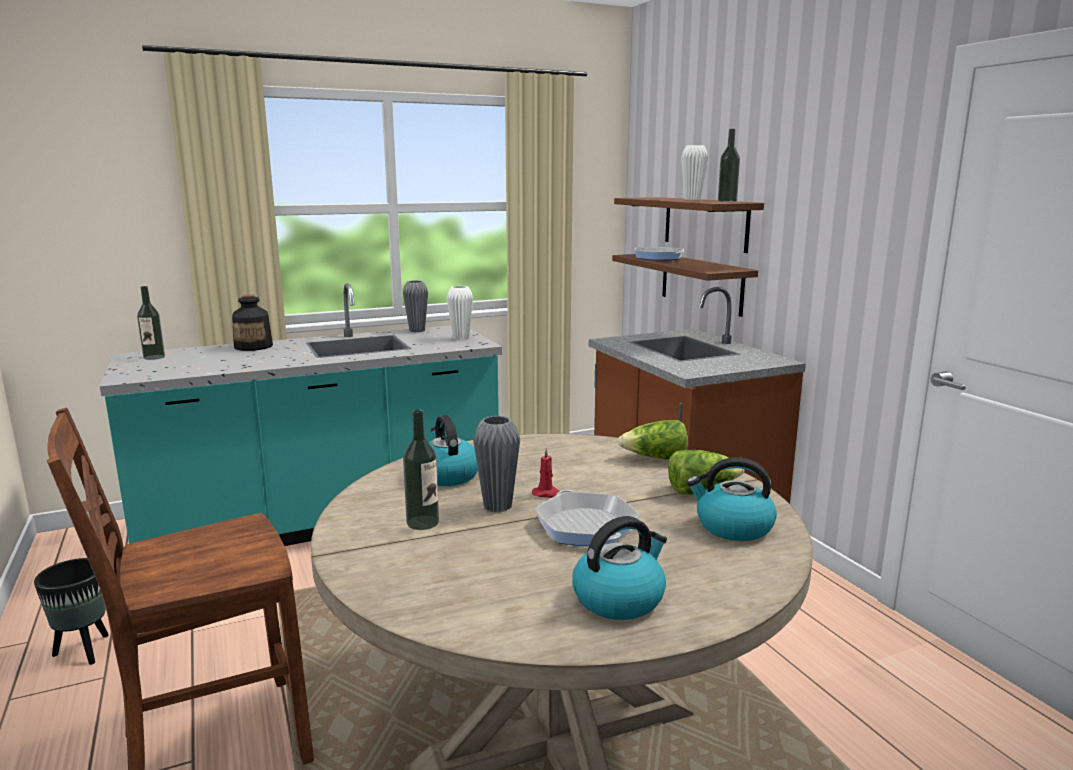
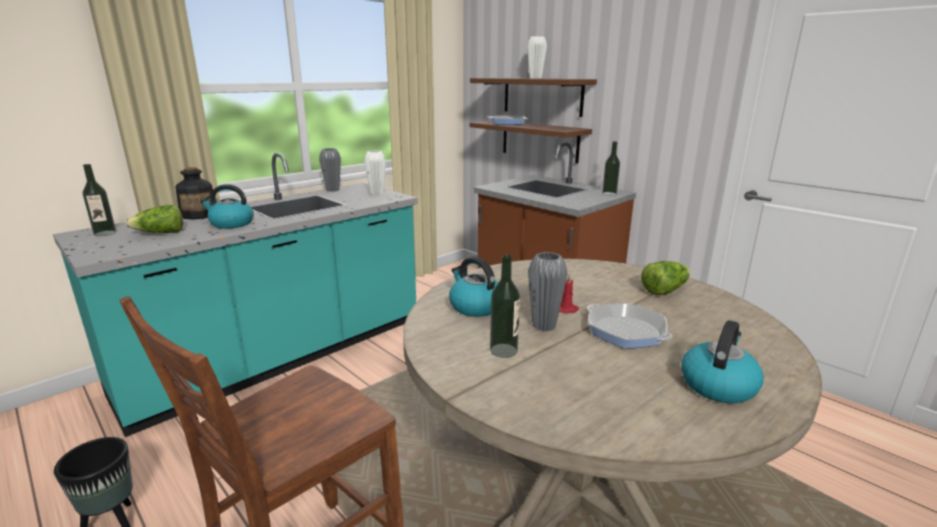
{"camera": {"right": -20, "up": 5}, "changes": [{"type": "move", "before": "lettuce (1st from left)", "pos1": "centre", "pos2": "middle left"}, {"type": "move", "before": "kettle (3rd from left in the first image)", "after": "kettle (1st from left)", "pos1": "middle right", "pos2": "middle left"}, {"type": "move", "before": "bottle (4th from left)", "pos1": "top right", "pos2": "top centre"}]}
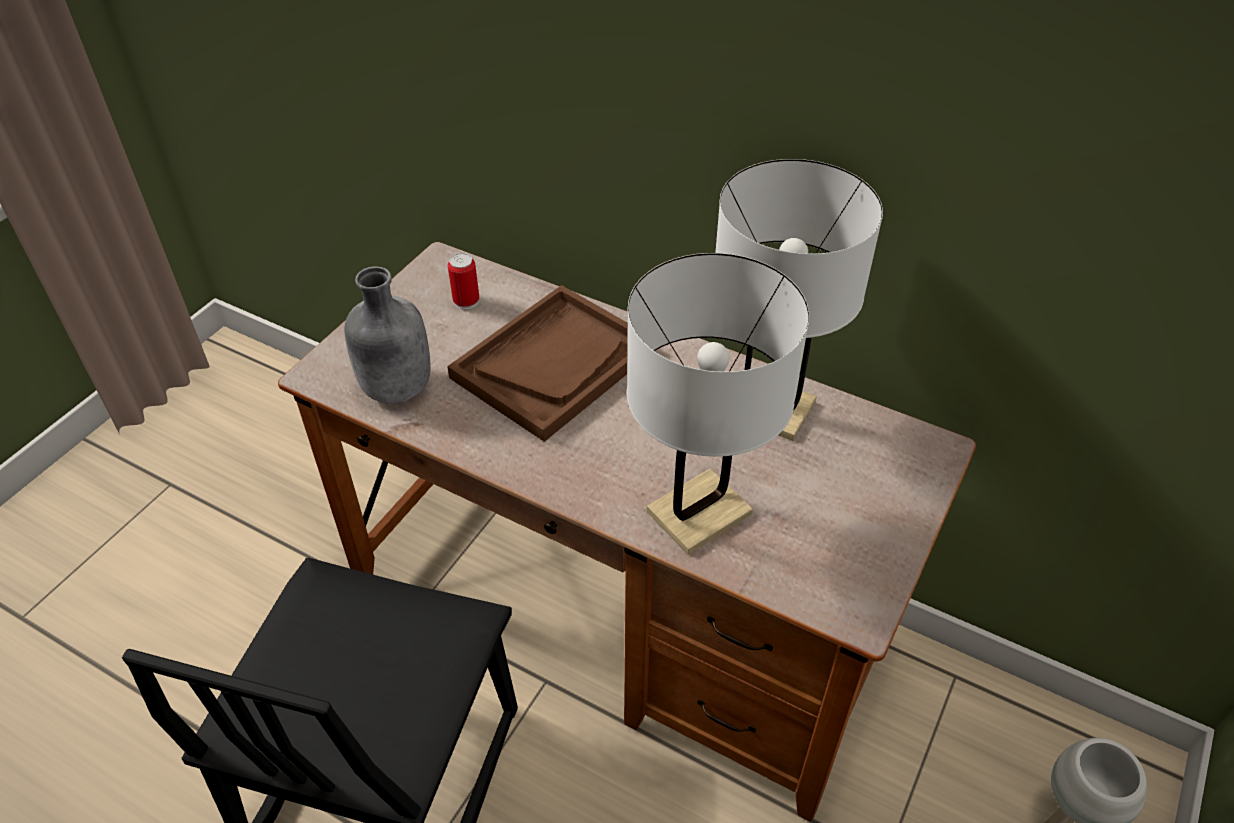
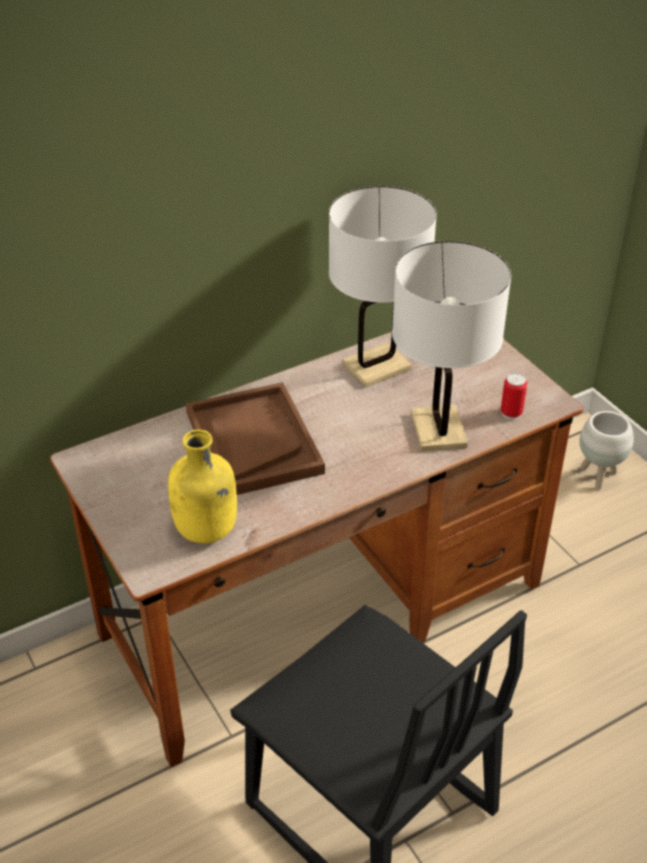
{"camera": {"right": -60, "up": -5}, "changes": [{"type": "move", "before": "can", "pos1": "centre", "pos2": "middle right"}, {"type": "recolor", "before": "grey bottle", "after": "yellow bottle", "pos1": "middle left", "pos2": "middle left"}]}
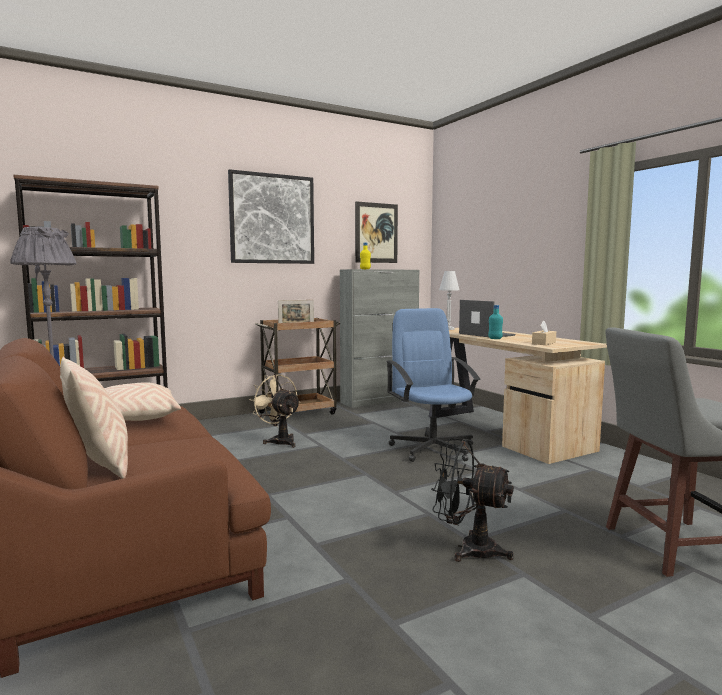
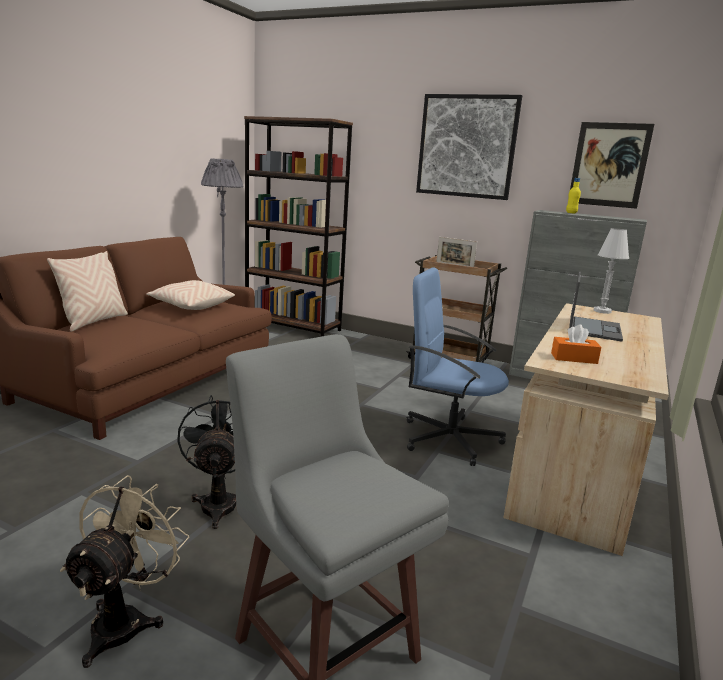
{"camera": {"right": 55, "up": 10}, "changes": [{"type": "delete", "before": "turquoise bottle", "pos1": "middle right"}, {"type": "move", "before": "beige fan", "pos1": "centre", "pos2": "bottom left"}, {"type": "recolor", "before": "beige tissue box", "after": "orange tissue box", "pos1": "middle right", "pos2": "middle right"}, {"type": "rotate", "before": "blue office chair", "pos1": "centre", "pos2": "centre", "turn": -105}]}
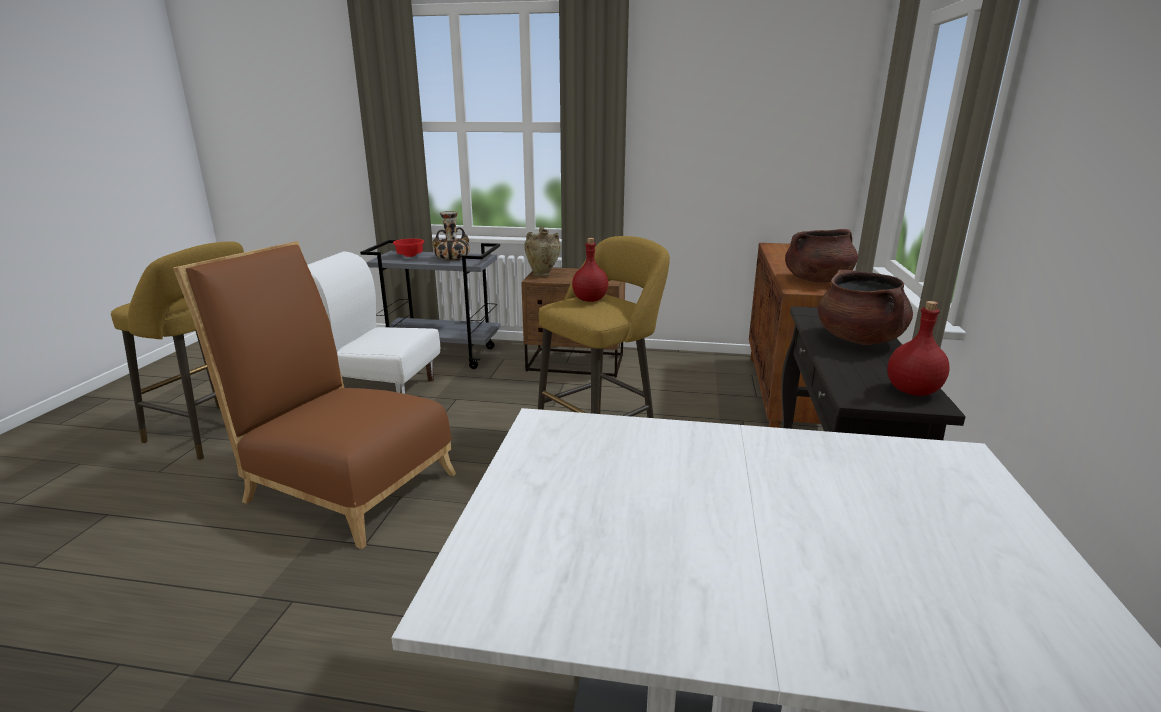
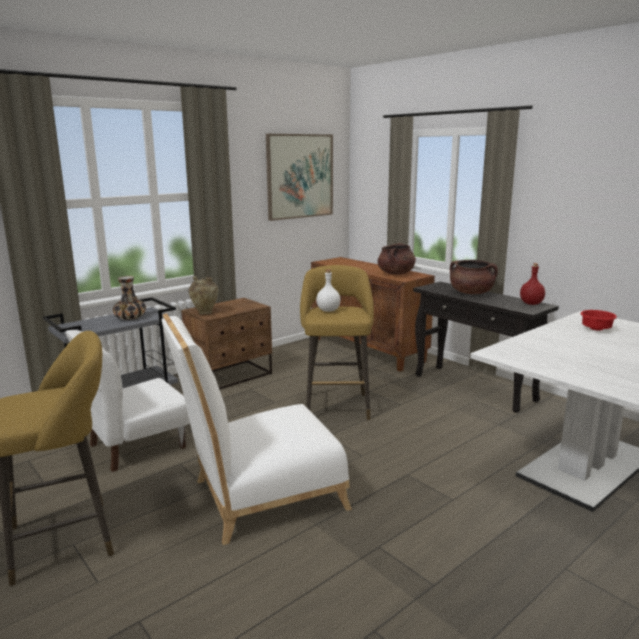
{"camera": {"right": -50, "up": -5}, "changes": [{"type": "insert", "after": "picture", "pos2": "top centre"}, {"type": "move", "before": "red bowl", "pos1": "centre", "pos2": "middle right"}, {"type": "recolor", "before": "brown chair", "after": "white chair (2nd from left)", "pos1": "middle left", "pos2": "bottom centre"}, {"type": "recolor", "before": "red bottle (1st from left)", "after": "white bottle", "pos1": "centre", "pos2": "centre"}]}
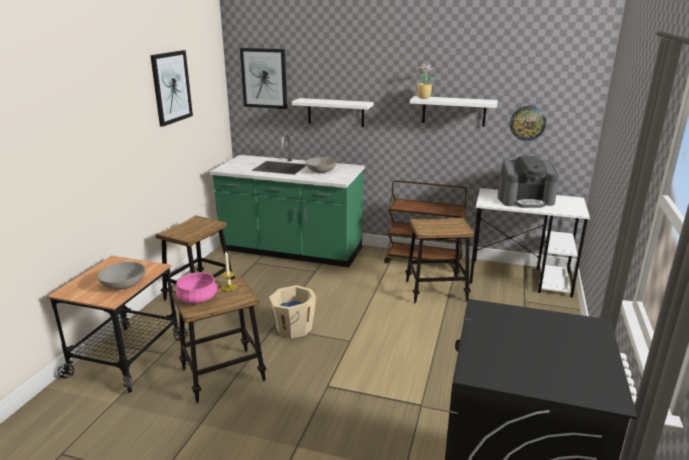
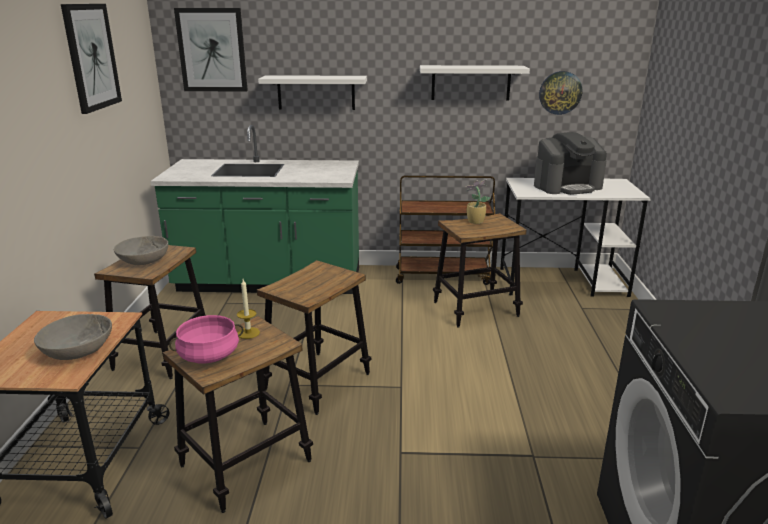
{"camera": {"right": -15, "up": 0}, "changes": [{"type": "move", "before": "grey bowl (2nd from left)", "pos1": "centre", "pos2": "middle left"}, {"type": "move", "before": "potted plant", "pos1": "top centre", "pos2": "centre"}, {"type": "replace", "before": "beige bucket", "after": "stool (3rd from left)", "pos1": "bottom centre", "pos2": "centre"}]}
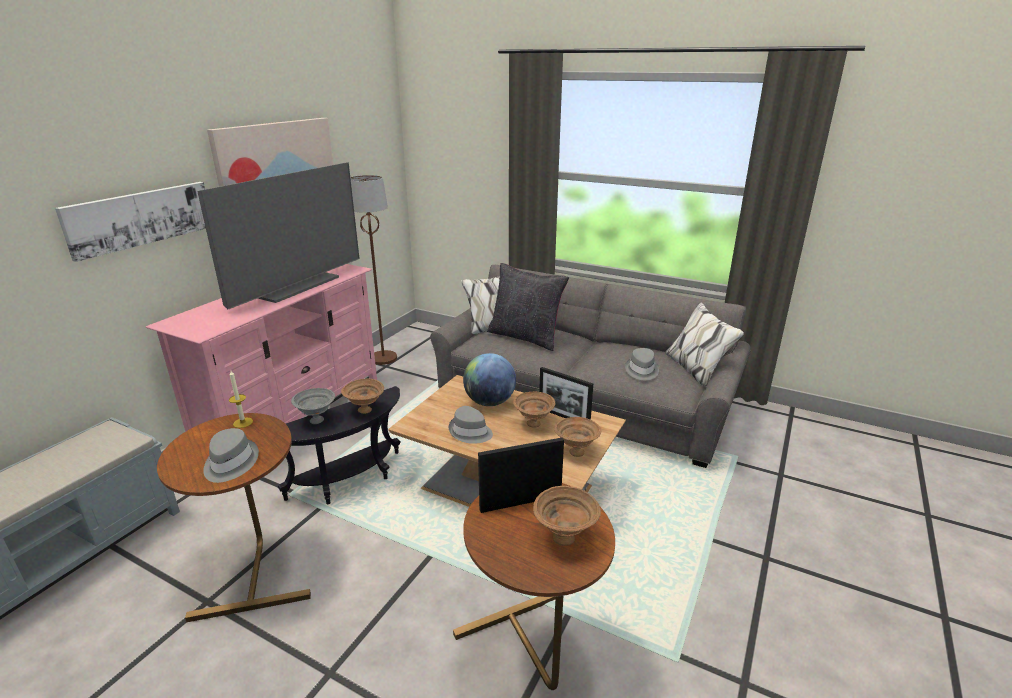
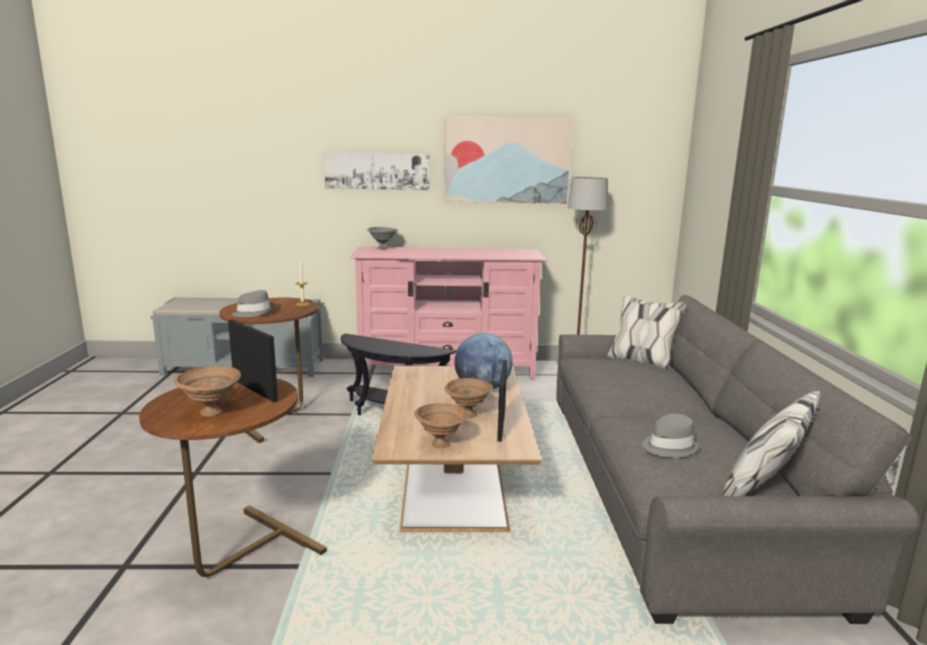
{"camera": {"right": 60, "up": -10}, "changes": [{"type": "delete", "before": "television", "pos1": "middle left"}, {"type": "delete", "before": "brown bowl (1st from left)", "pos1": "centre"}, {"type": "delete", "before": "grey hat (2nd from left)", "pos1": "centre"}, {"type": "delete", "before": "black pillow", "pos1": "centre"}, {"type": "move", "before": "grey bowl", "pos1": "middle left", "pos2": "centre"}]}
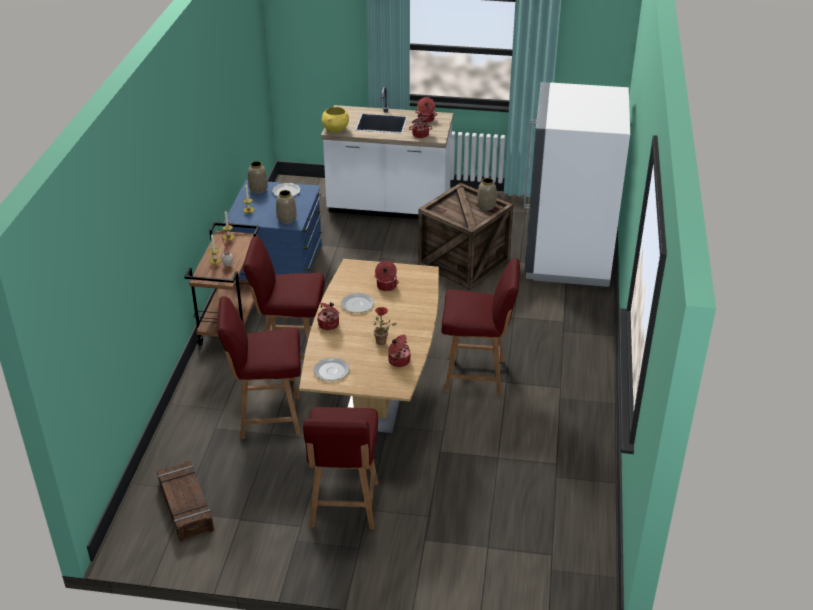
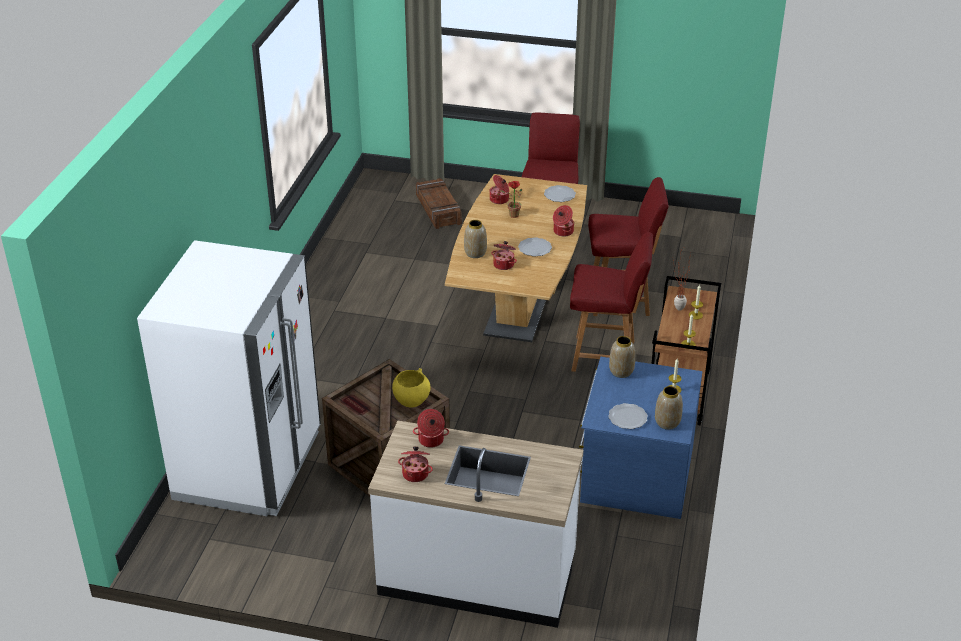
{"camera": {"right": -175, "up": 0}, "changes": [{"type": "delete", "before": "red chair (4th from left)", "pos1": "centre"}, {"type": "move", "before": "crate (1st from left in the first image)", "after": "crate (2nd from left)", "pos1": "bottom left", "pos2": "top centre"}, {"type": "move", "before": "yellow bowl", "pos1": "top centre", "pos2": "centre"}, {"type": "move", "before": "vase (3rd from left in the first image)", "after": "vase (1st from left)", "pos1": "top centre", "pos2": "centre"}]}
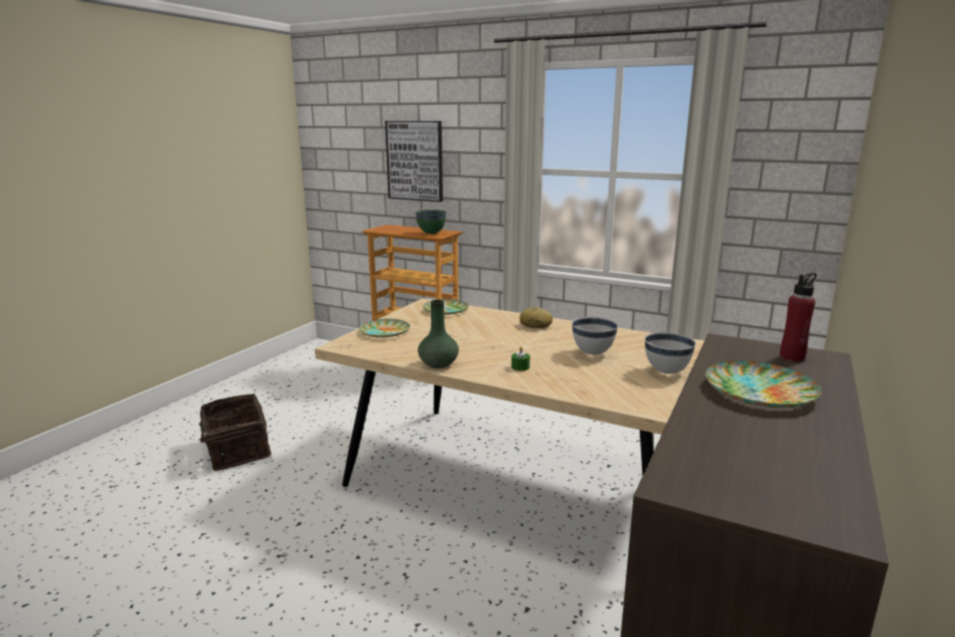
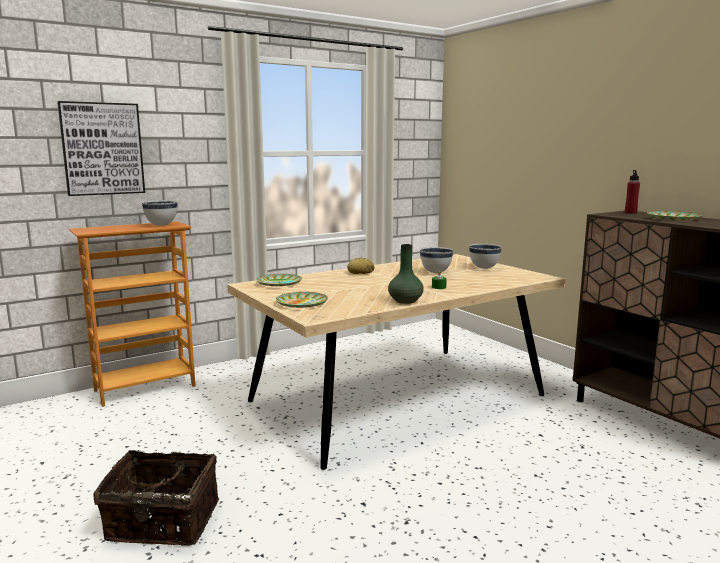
{"camera": {"right": -60, "up": -5}, "changes": [{"type": "recolor", "before": "green bowl", "after": "white bowl (1st from left)", "pos1": "centre", "pos2": "middle left"}]}
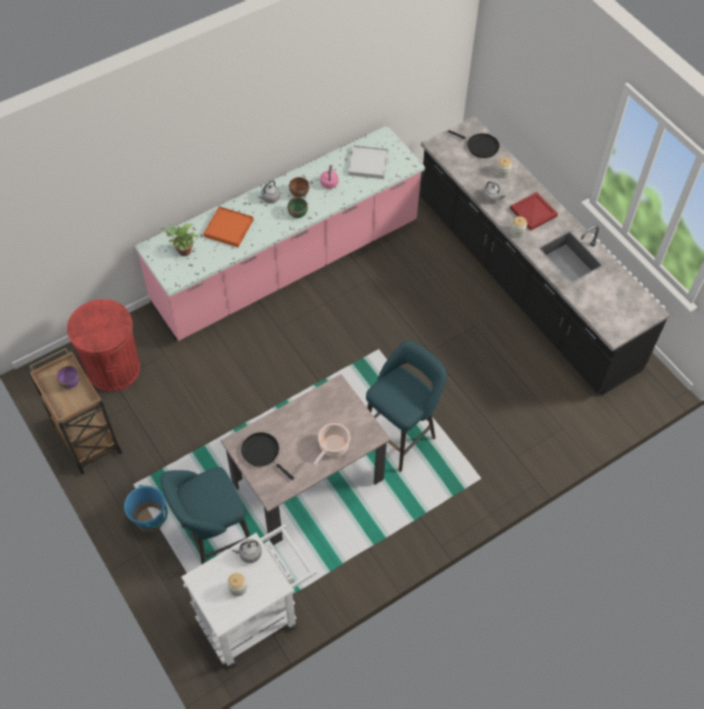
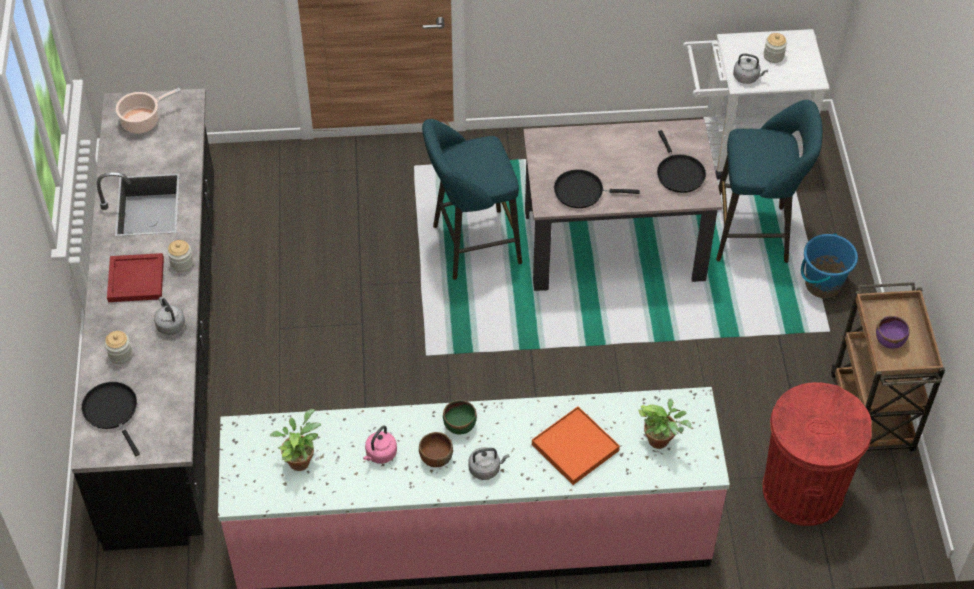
{"camera": {"right": -150, "up": -5}, "changes": [{"type": "insert", "after": "black frying pan (2nd from left)", "pos2": "top centre"}, {"type": "move", "before": "cooking pot", "pos1": "centre", "pos2": "top left"}, {"type": "replace", "before": "white tray", "after": "potted plant (1st from left)", "pos1": "top centre", "pos2": "bottom left"}]}
